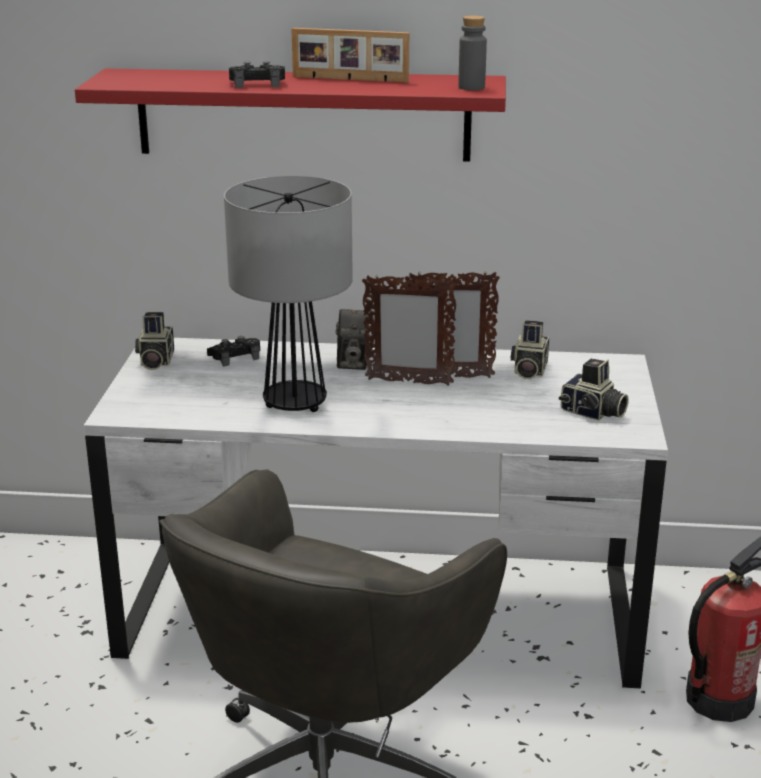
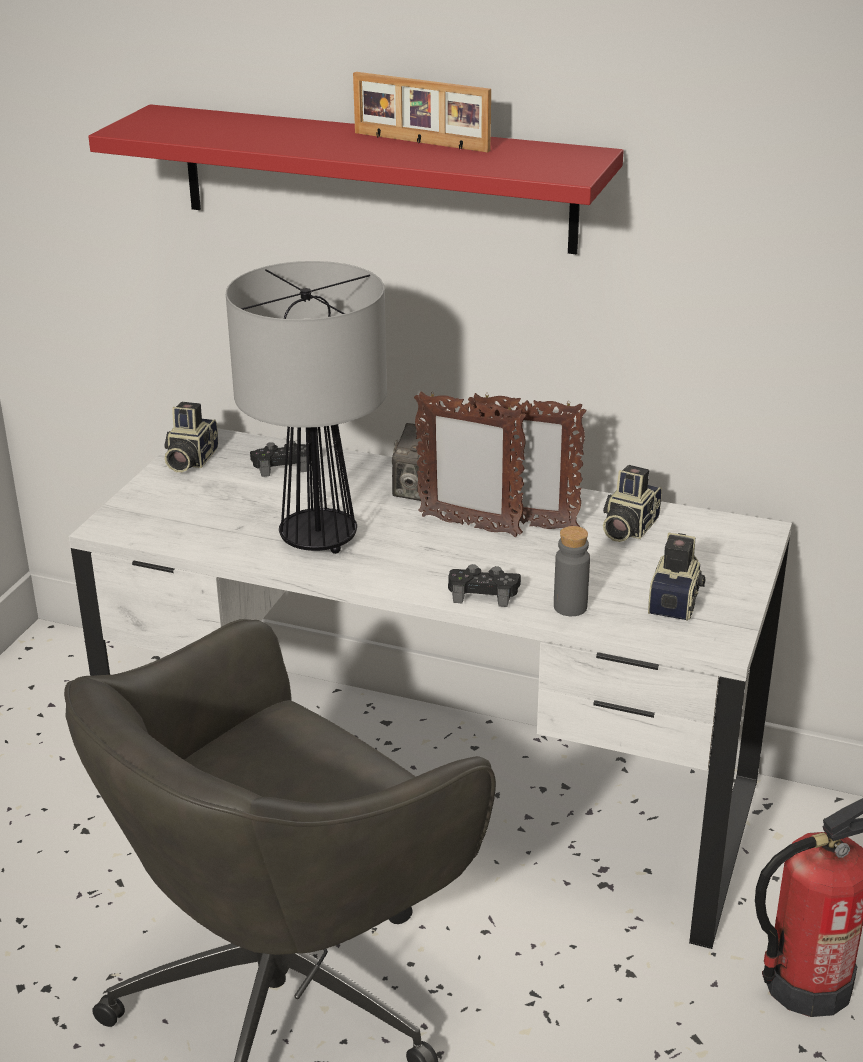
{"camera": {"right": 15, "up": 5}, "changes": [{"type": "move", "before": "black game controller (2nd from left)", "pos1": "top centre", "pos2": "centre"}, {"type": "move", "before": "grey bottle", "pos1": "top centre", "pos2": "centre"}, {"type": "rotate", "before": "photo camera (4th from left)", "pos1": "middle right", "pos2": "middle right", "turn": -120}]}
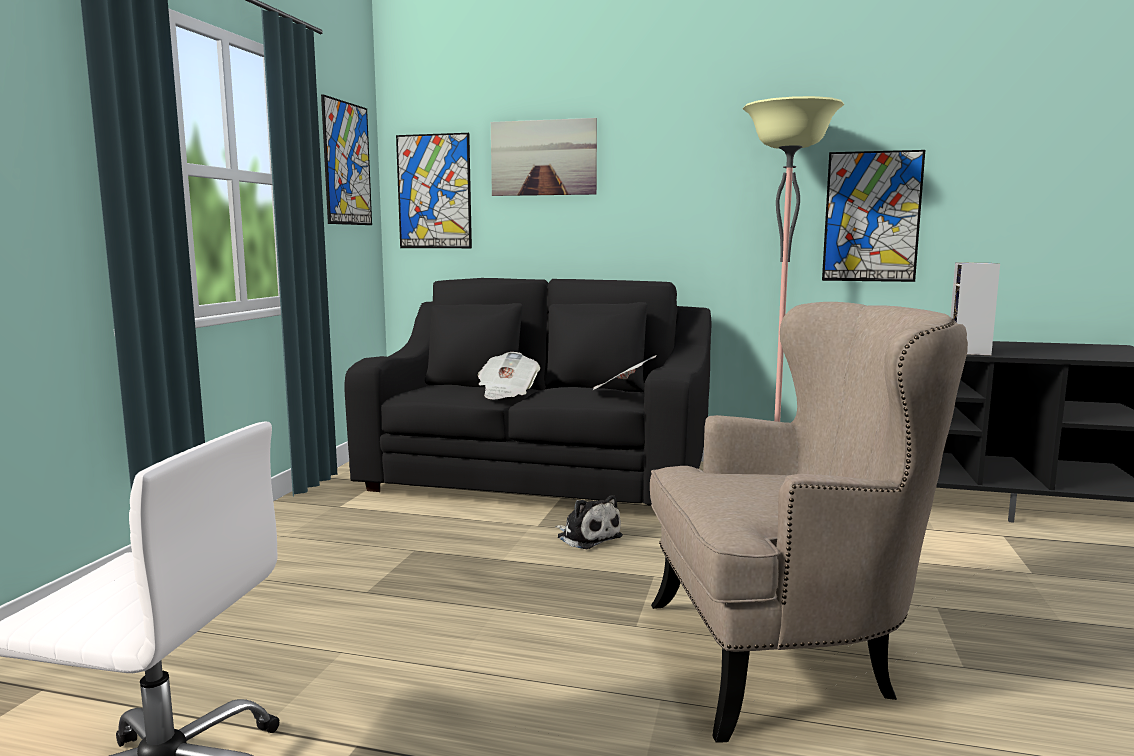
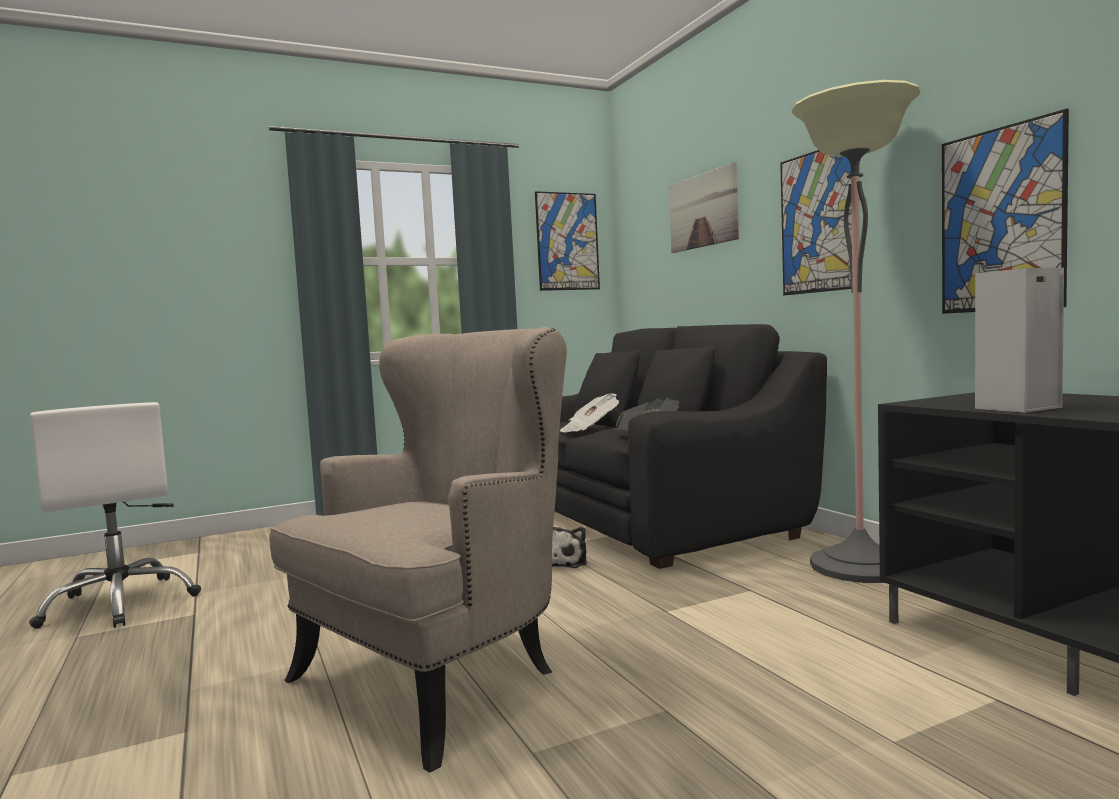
{"camera": {"right": 50, "up": -5}, "changes": [{"type": "move", "before": "picture (2nd from left in the first image)", "after": "picture (3rd from left)", "pos1": "top centre", "pos2": "top right"}, {"type": "rotate", "before": "beige armchair", "pos1": "bottom right", "pos2": "bottom centre", "turn": -90}]}
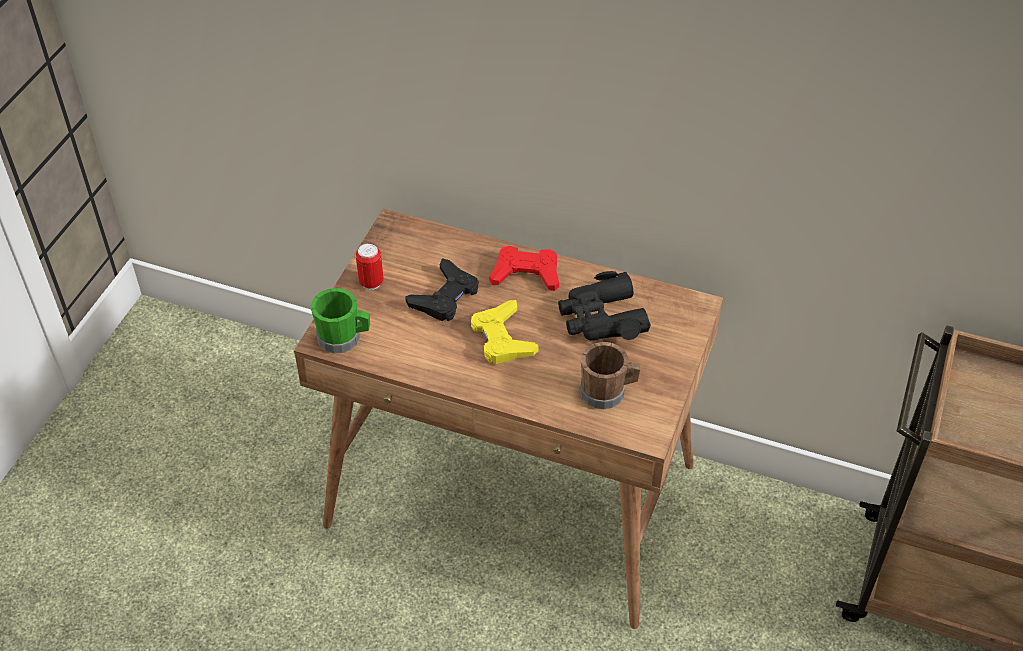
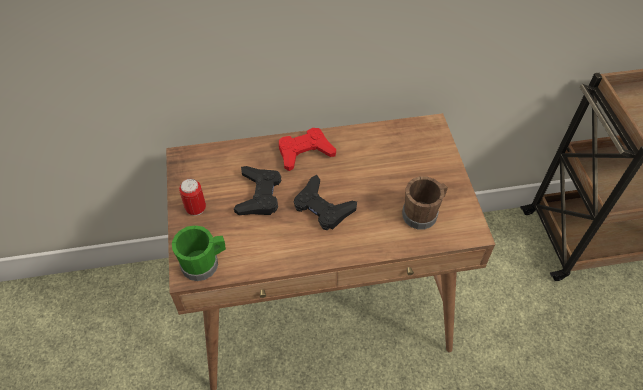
{"camera": {"right": -30, "up": 5}, "changes": [{"type": "delete", "before": "black binoculars", "pos1": "centre"}, {"type": "recolor", "before": "yellow game controller", "after": "black game controller (2nd from left)", "pos1": "centre", "pos2": "centre"}]}
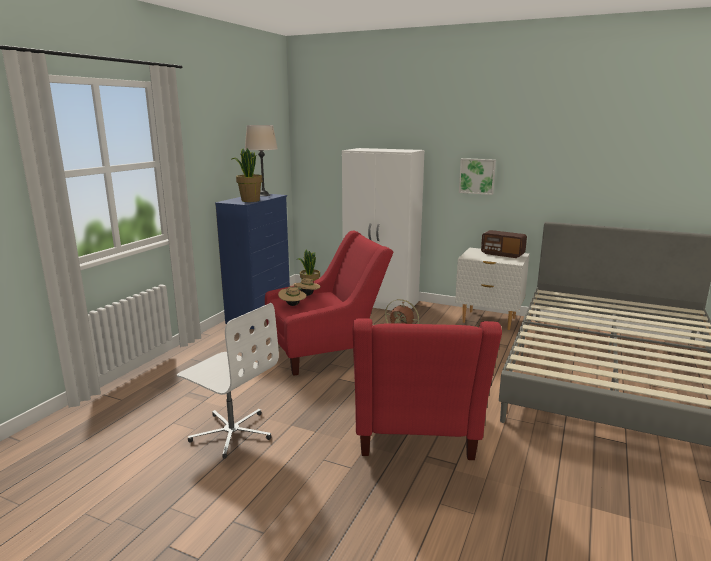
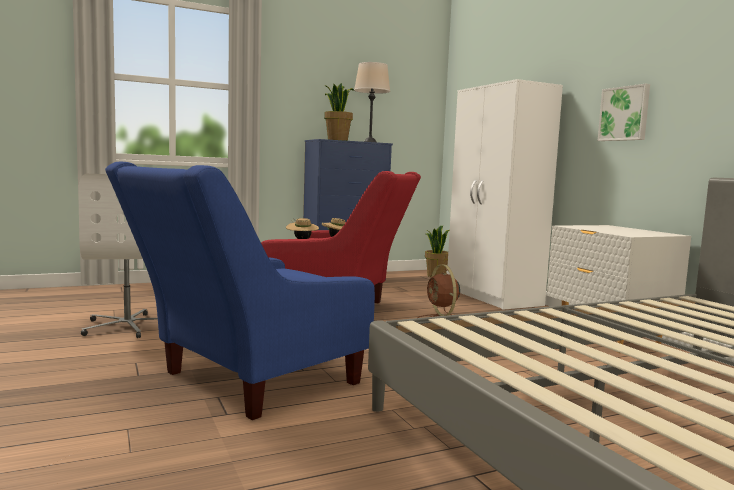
{"camera": {"right": 40, "up": -10}, "changes": [{"type": "delete", "before": "radio", "pos1": "middle right"}, {"type": "recolor", "before": "red armchair (2nd from left)", "after": "blue armchair", "pos1": "bottom centre", "pos2": "middle left"}]}
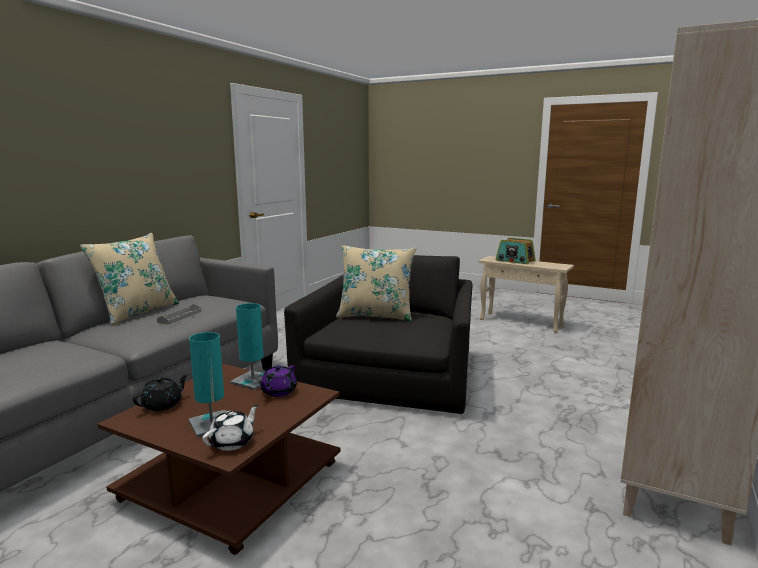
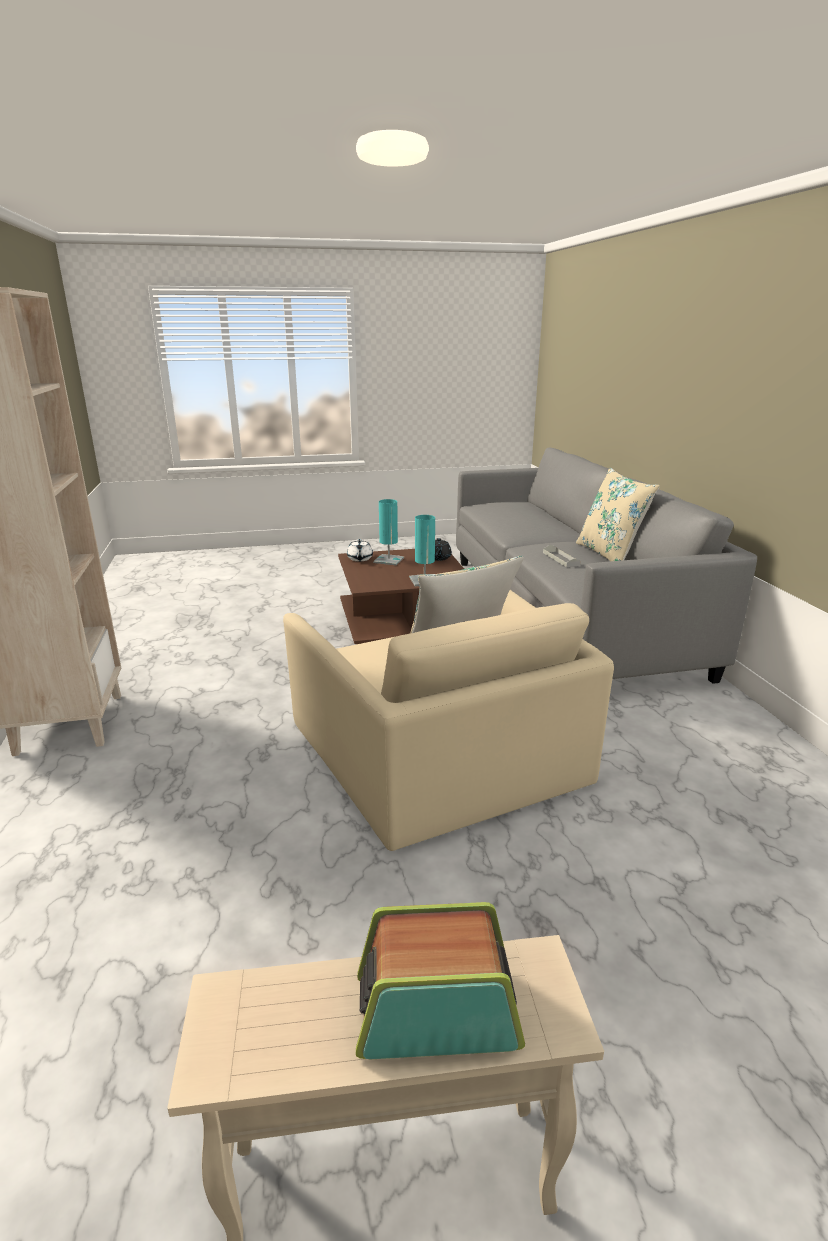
{"camera": {"right": 140, "up": 10}, "changes": [{"type": "delete", "before": "purple teapot", "pos1": "bottom centre"}, {"type": "recolor", "before": "black armchair", "after": "beige armchair", "pos1": "centre", "pos2": "centre"}]}
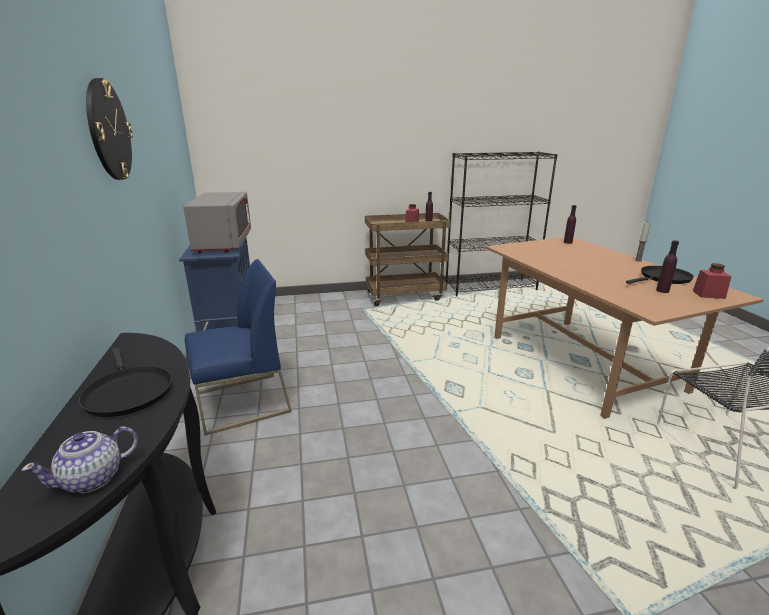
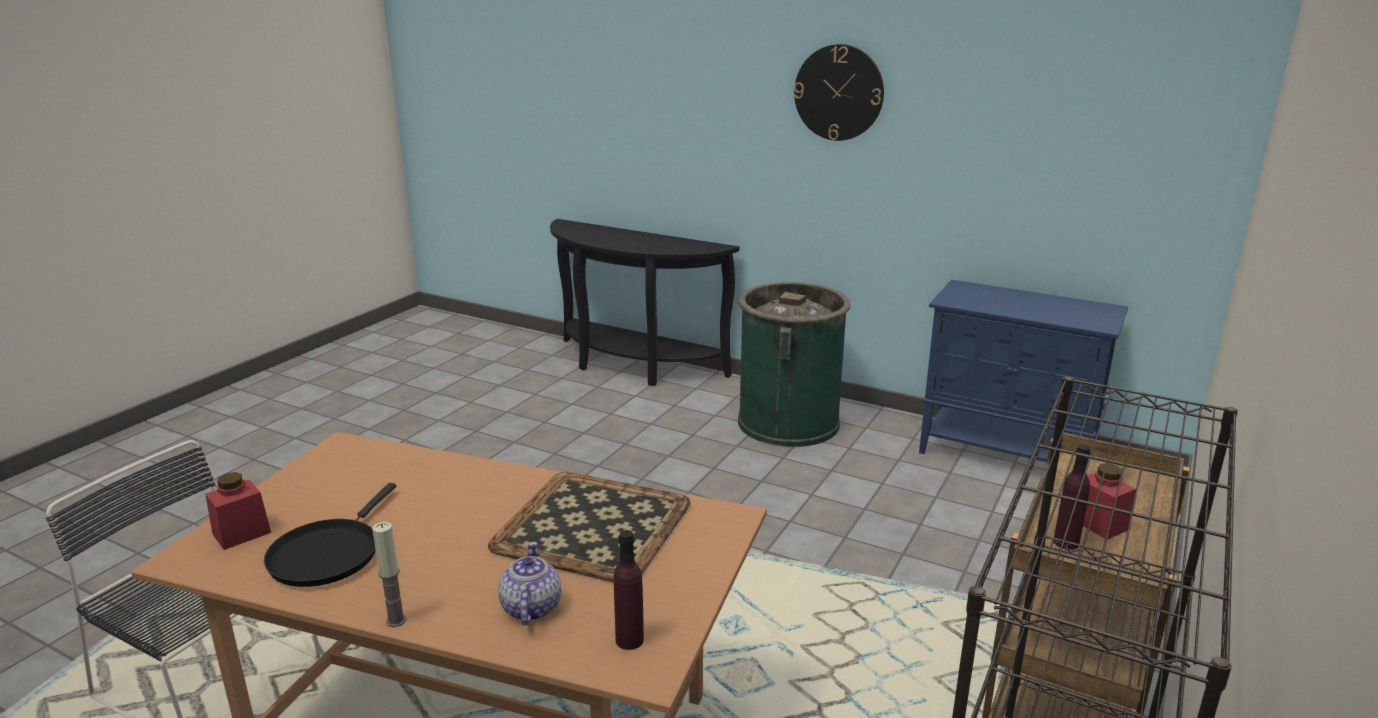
{"camera": {"right": 130, "up": 0}, "changes": [{"type": "delete", "before": "black frying pan (1st from left)", "pos1": "middle left"}, {"type": "delete", "before": "grey microwave", "pos1": "middle left"}, {"type": "delete", "before": "purple bottle (3rd from left)", "pos1": "middle right"}, {"type": "insert", "after": "tray", "pos2": "bottom centre"}, {"type": "move", "before": "teapot", "pos1": "bottom left", "pos2": "bottom centre"}, {"type": "replace", "before": "blue chair", "after": "green trash can", "pos1": "middle left", "pos2": "centre"}]}
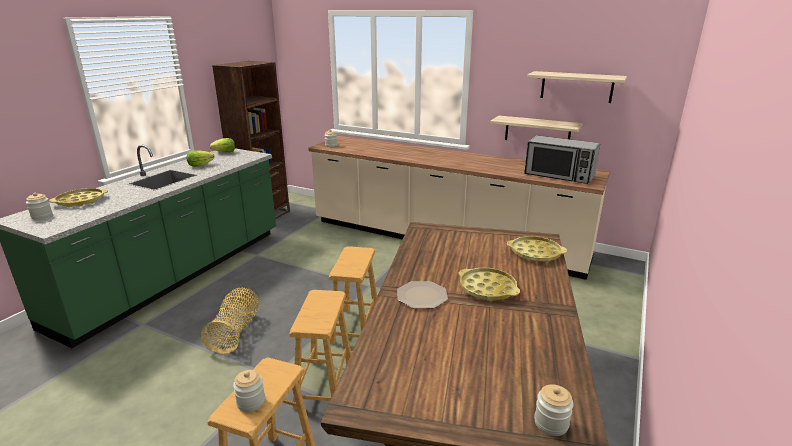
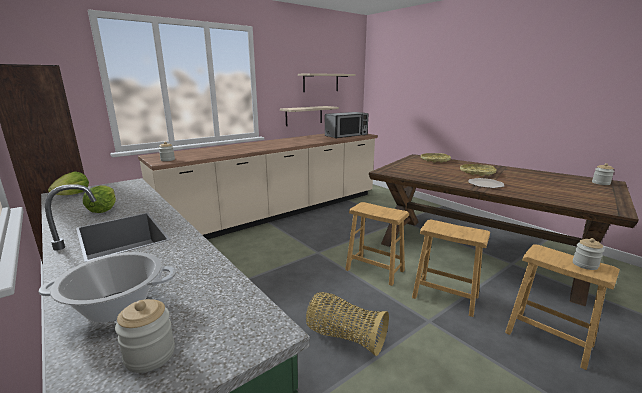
{"camera": {"right": -65, "up": -5}, "changes": [{"type": "replace", "before": "yellow tray (1st from left)", "after": "cooking pot", "pos1": "middle left", "pos2": "bottom left"}]}
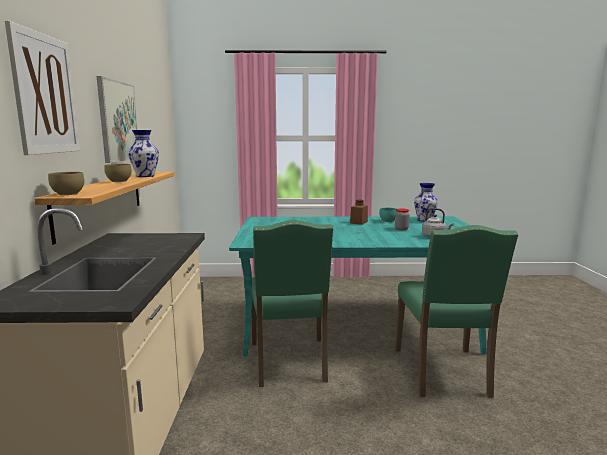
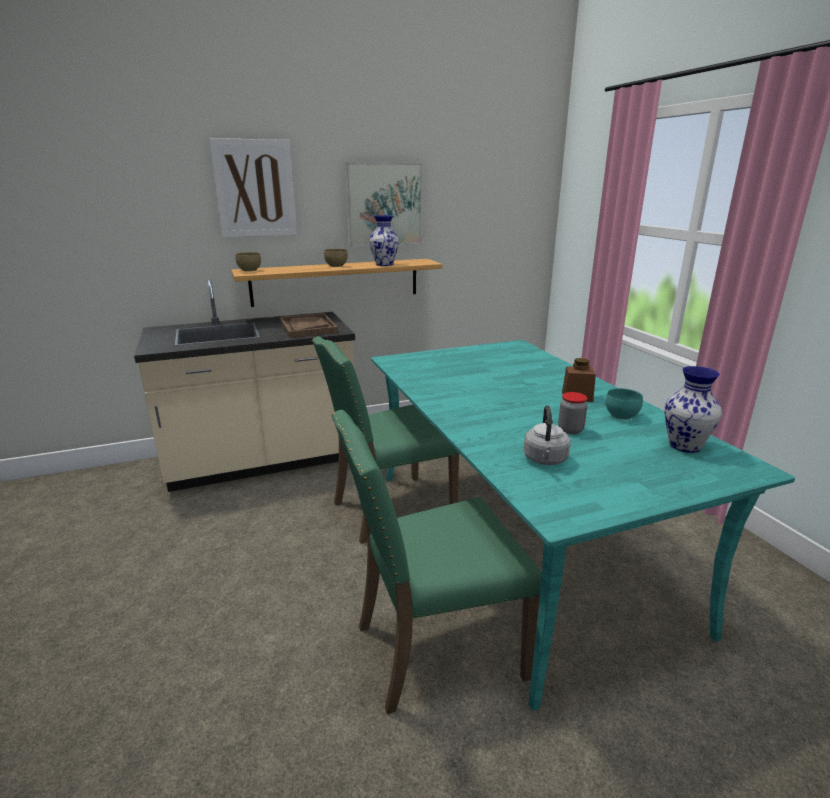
{"camera": {"right": 70, "up": 10}, "changes": [{"type": "insert", "after": "brown tray", "pos2": "centre"}]}
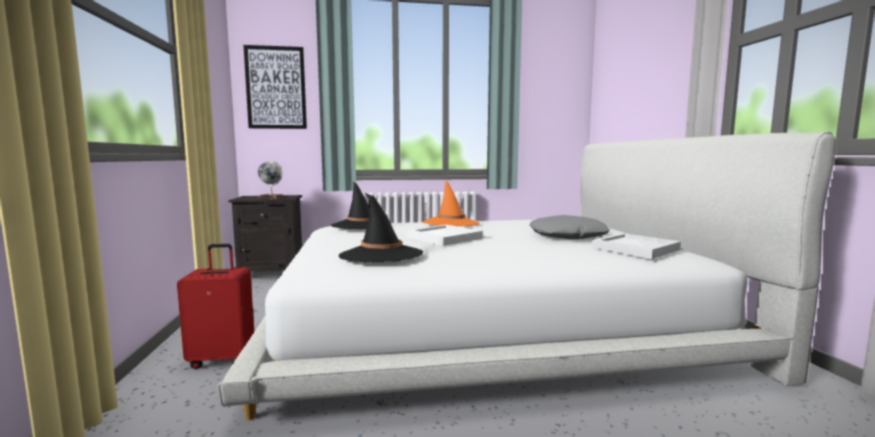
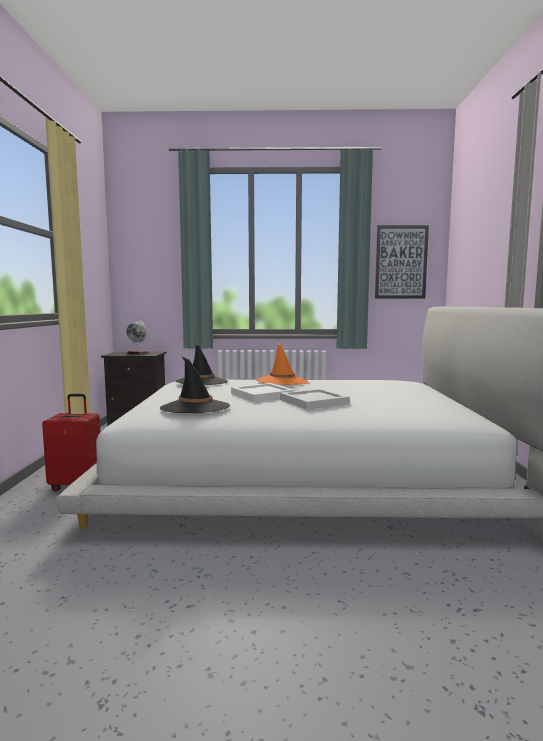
{"camera": {"right": 10, "up": 0}, "changes": [{"type": "delete", "before": "grey pillow", "pos1": "centre"}, {"type": "move", "before": "picture", "pos1": "top left", "pos2": "middle right"}, {"type": "move", "before": "white tray (2nd from left)", "pos1": "middle right", "pos2": "centre"}]}
